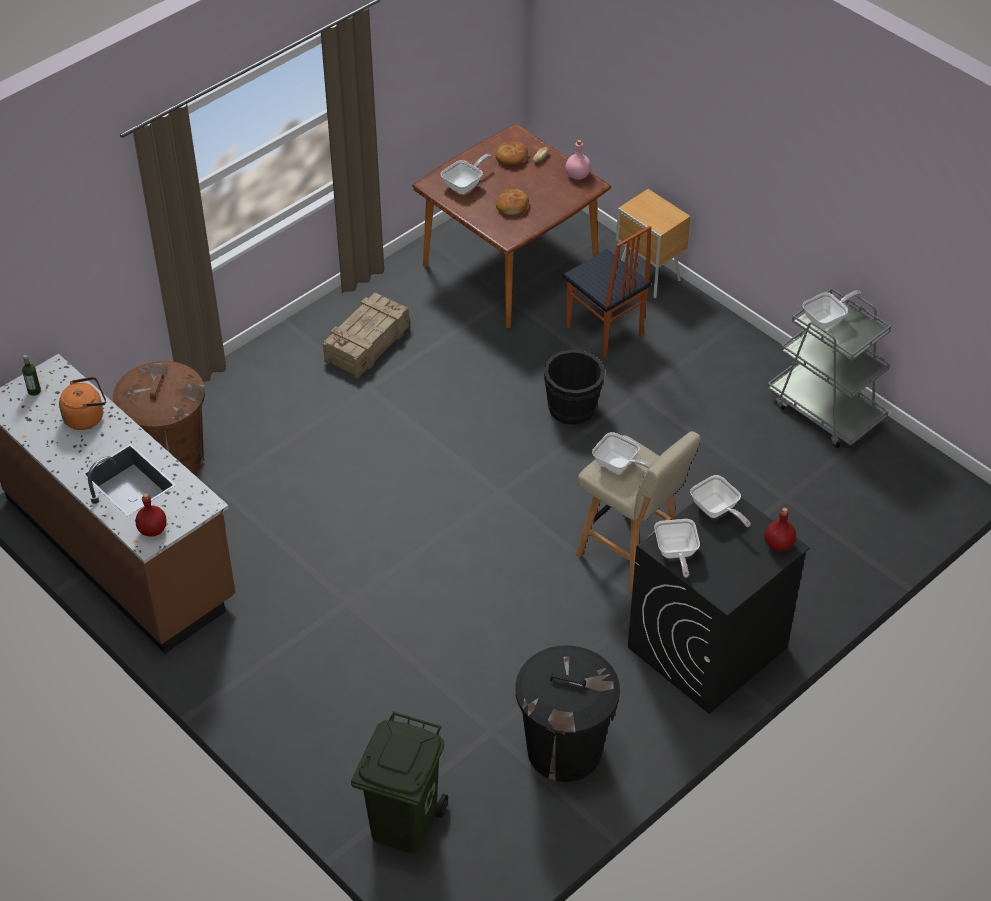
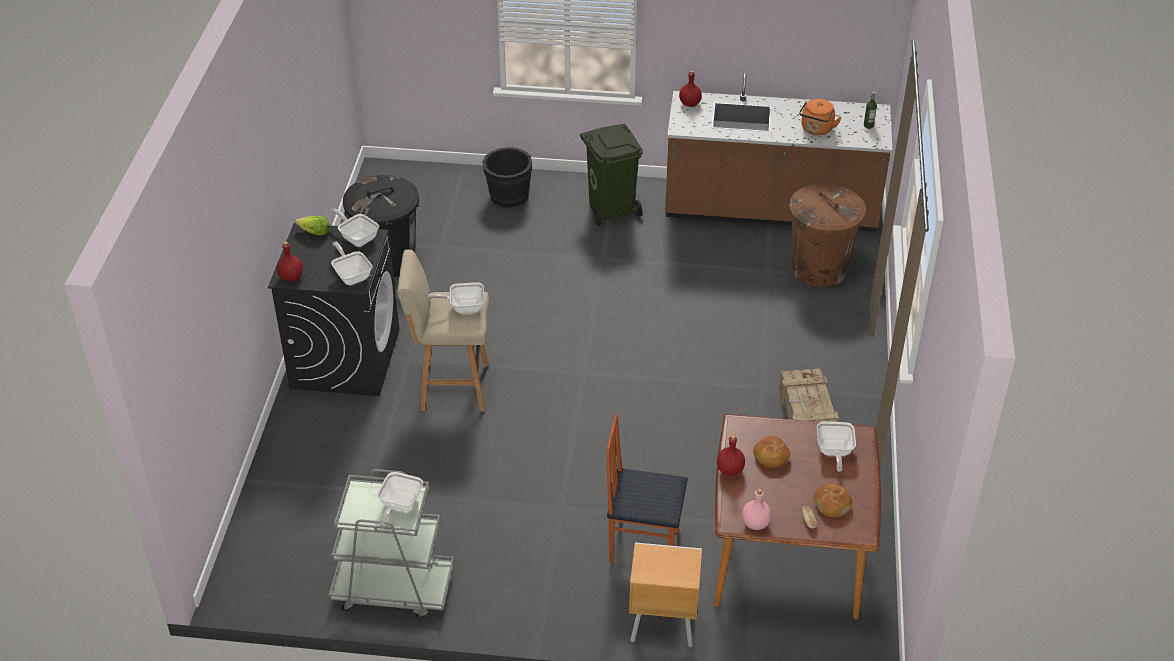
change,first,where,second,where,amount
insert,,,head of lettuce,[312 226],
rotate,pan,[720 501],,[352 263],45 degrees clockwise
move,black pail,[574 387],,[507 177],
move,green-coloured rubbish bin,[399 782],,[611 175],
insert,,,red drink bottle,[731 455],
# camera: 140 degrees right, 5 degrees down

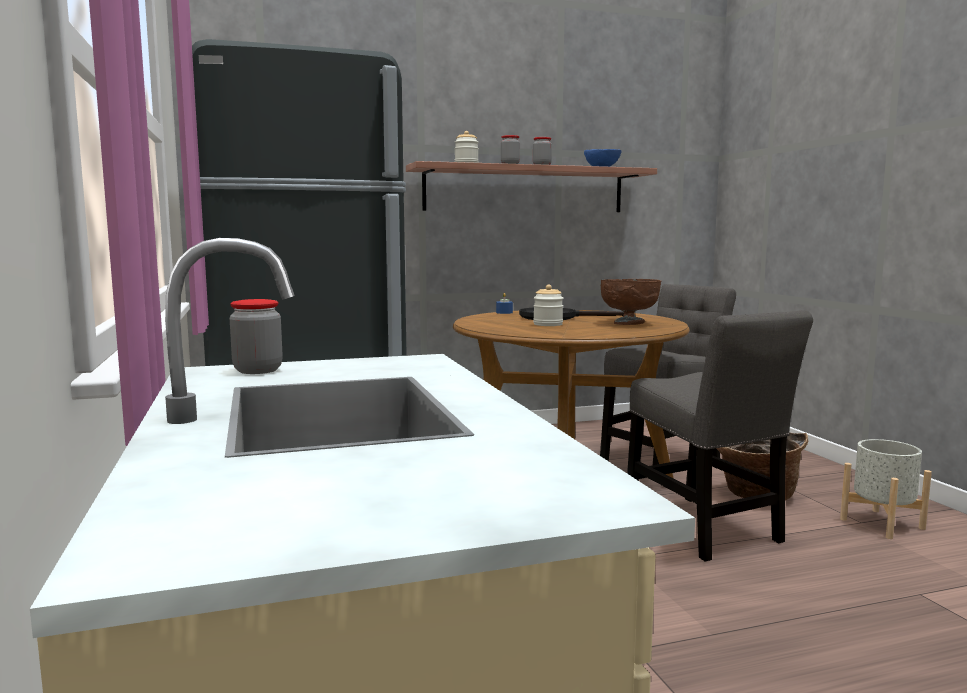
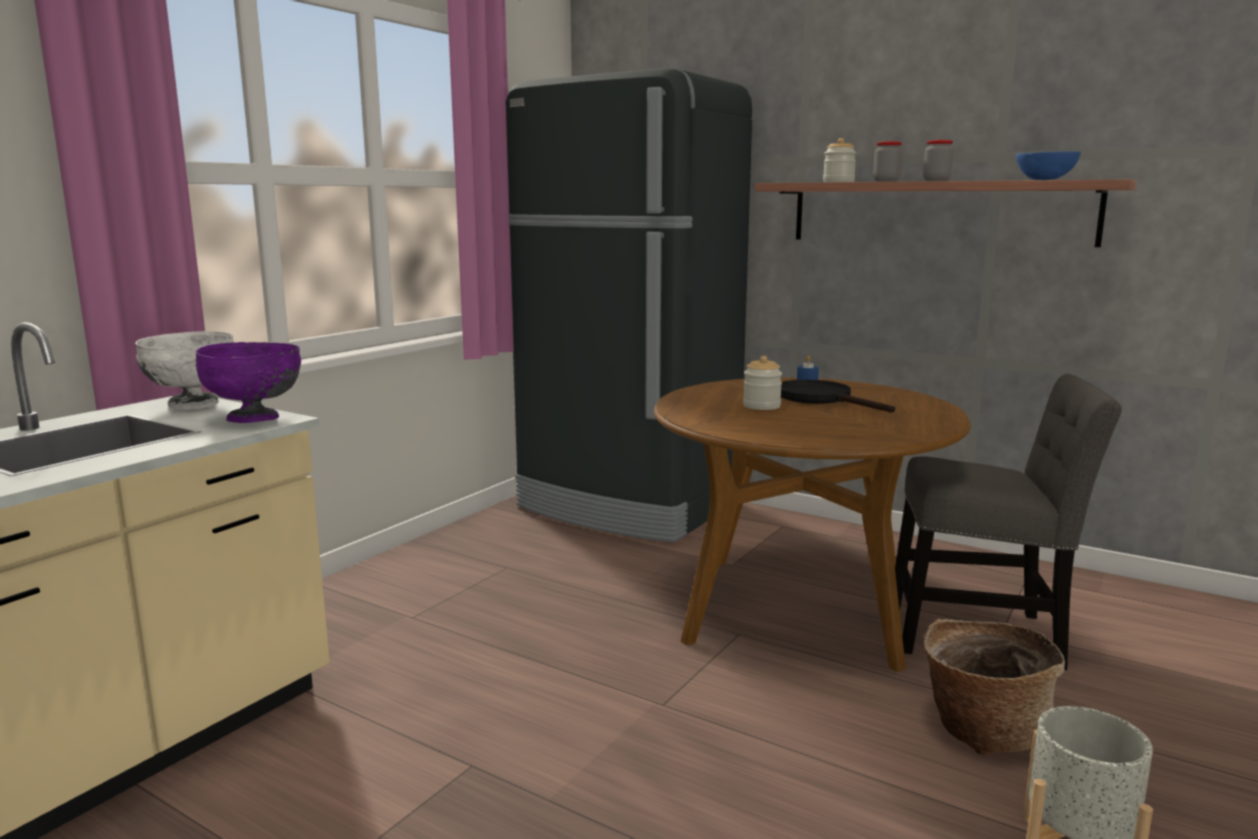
change,first,where,second,where,amount
replace,storage jar,[256 336],white serving bowl,[184 370],
insert,,,purple serving bowl,[248 382],
delete,brownish serving bowl,[631 302],,,
delete,grey plain chair,[720 436],,,
# camera: 50 degrees right, 5 degrees up

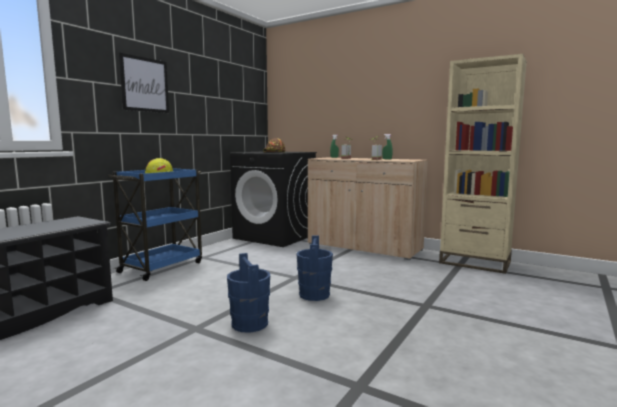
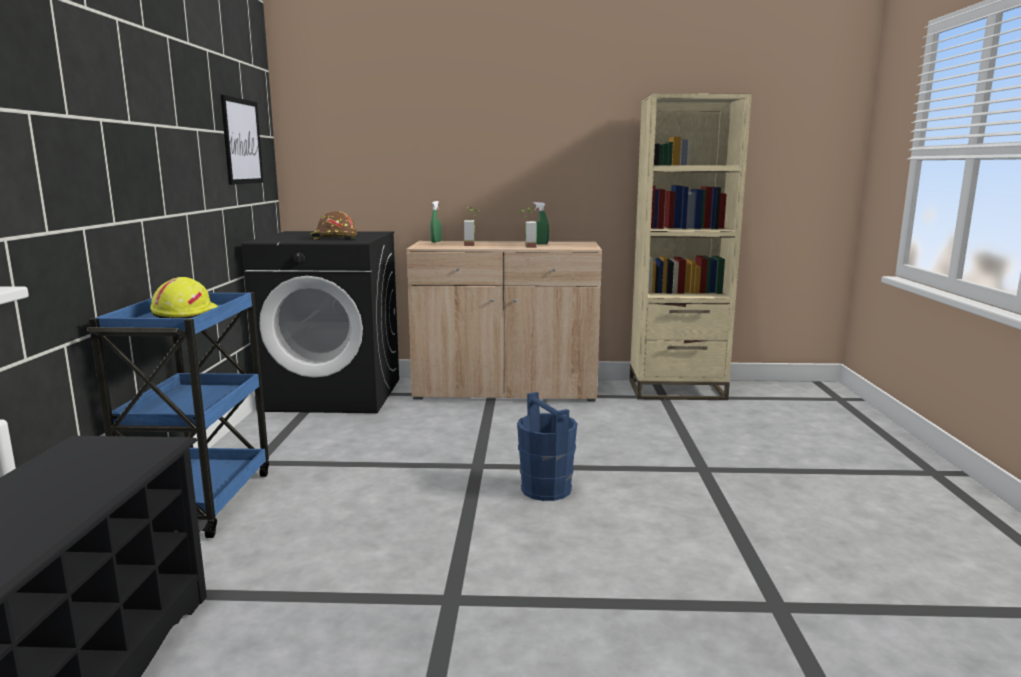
change,first,where,second,where,amount
move,picture,[144 83],,[242 140],
delete,blue pail,[248 293],,,
# camera: 30 degrees left, 5 degrees up

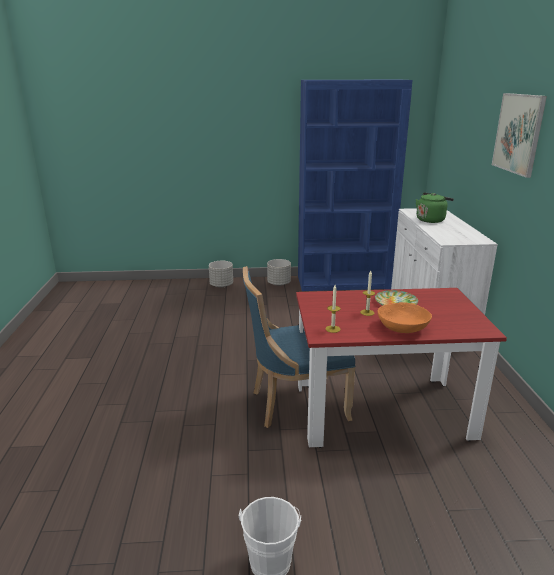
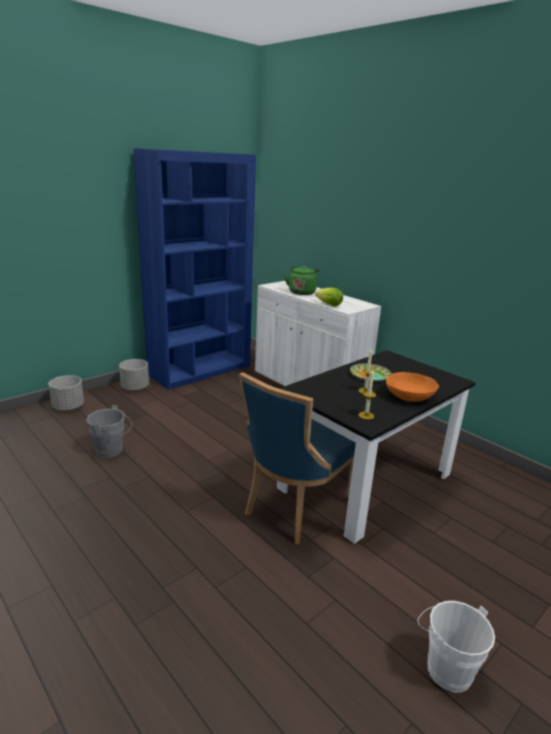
change,first,where,second,where,amount
insert,,,grey pail,[109 431],
recolor,red dinner table,[401 368],black dinner table,[376 447],
insert,,,head of lettuce,[329 296],
delete,picture,[519 135],,,
# camera: 40 degrees left, 0 degrees up

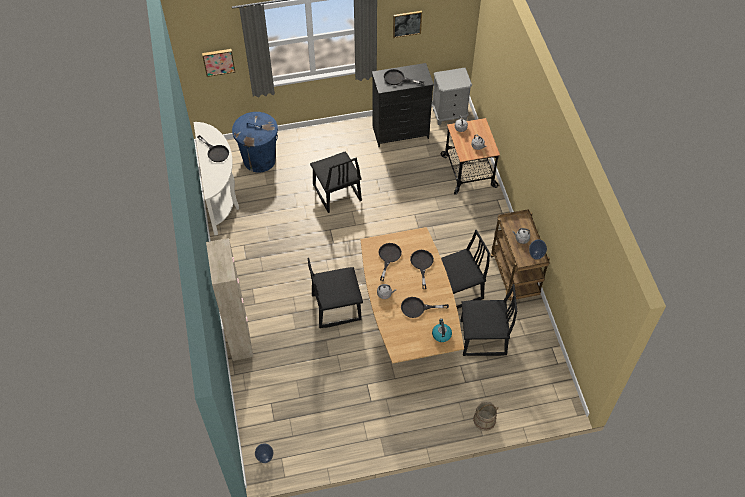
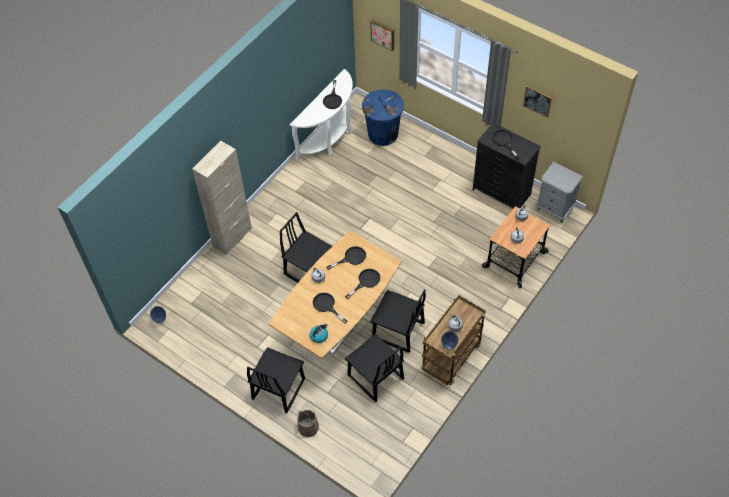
change,first,where,second,where,amount
move,black plain chair,[336 182],,[276 380],
# camera: 50 degrees right, 0 degrees up

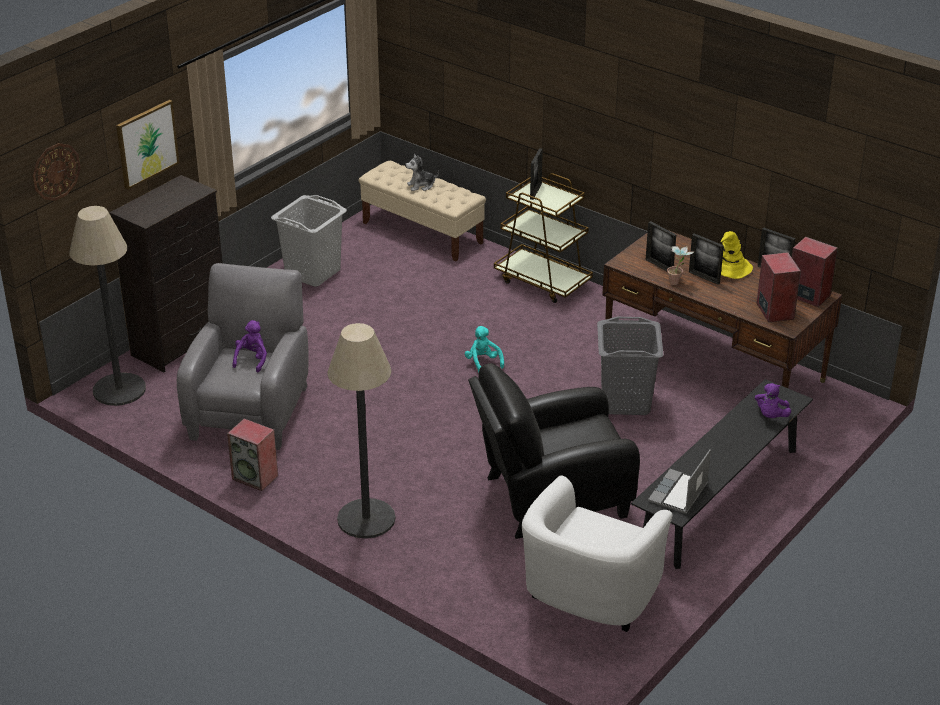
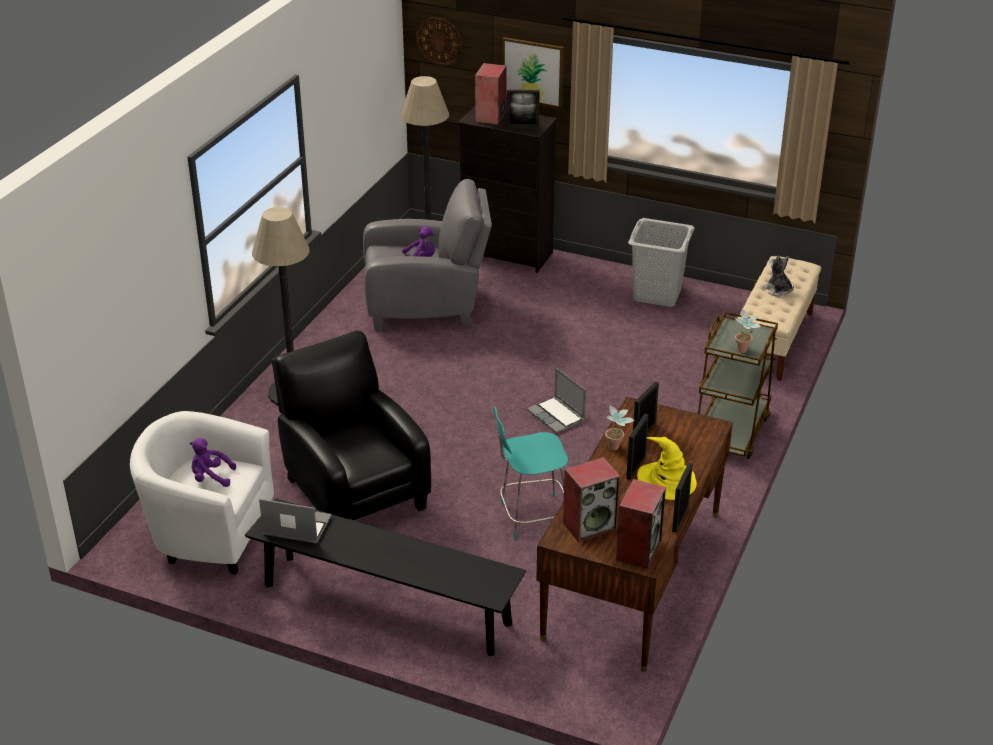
change,first,where,second,where,amount
move,purple soft toy,[773 400],,[213 462],
move,speaker,[252 455],,[491 94],
replace,grey hamper,[630 366],turquoise-coloured plain chair,[530 473],
move,standing frame,[536 174],,[523 109],
replace,turquoise-coloured soft toy,[484 349],notebook computer,[556 400],
insert,,,houseplant,[748 331],
# camera: 75 degrees right, 0 degrees up

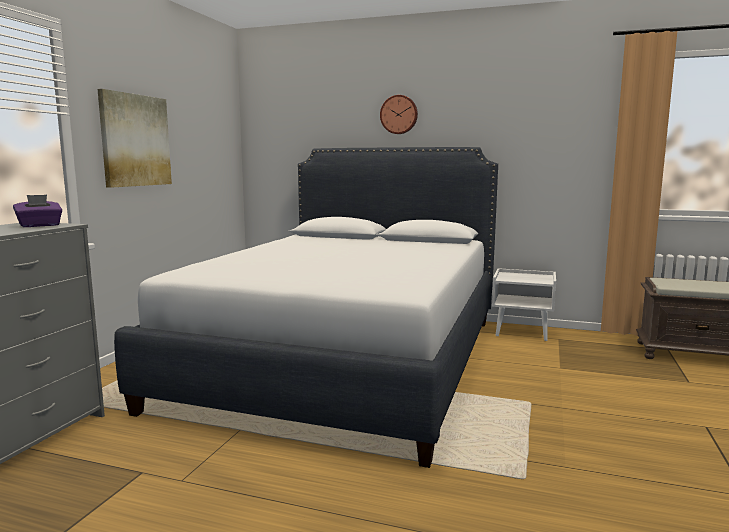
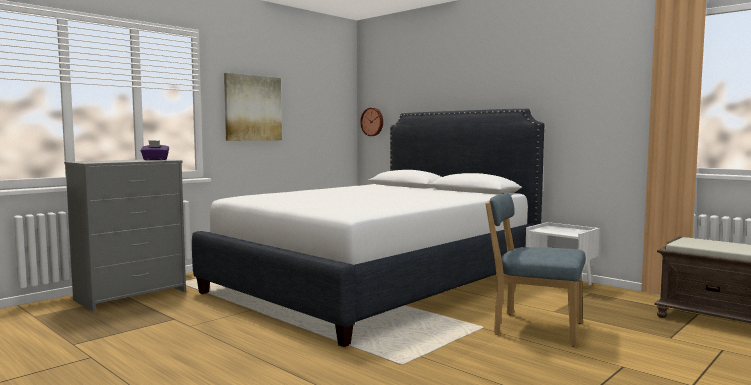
change,first,where,second,where,amount
move,hanging clock,[399 114],,[371 122],
insert,,,blue plain chair,[535 269],
# camera: 25 degrees right, 5 degrees down

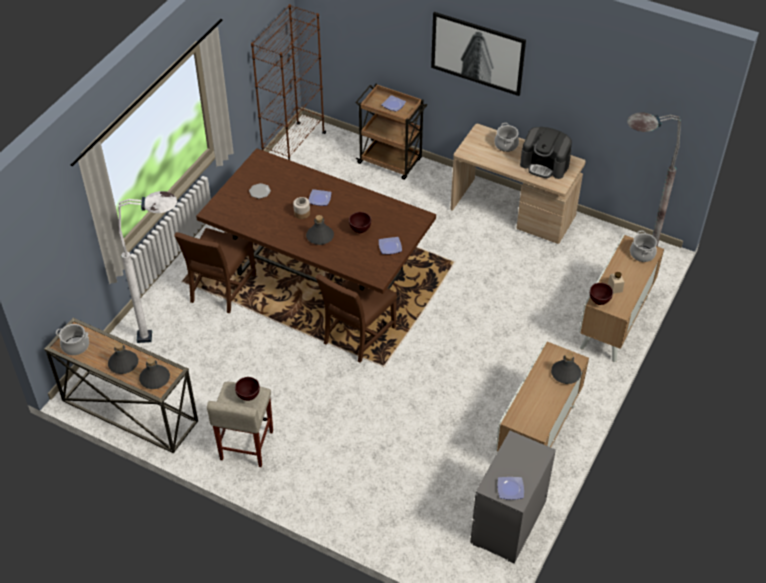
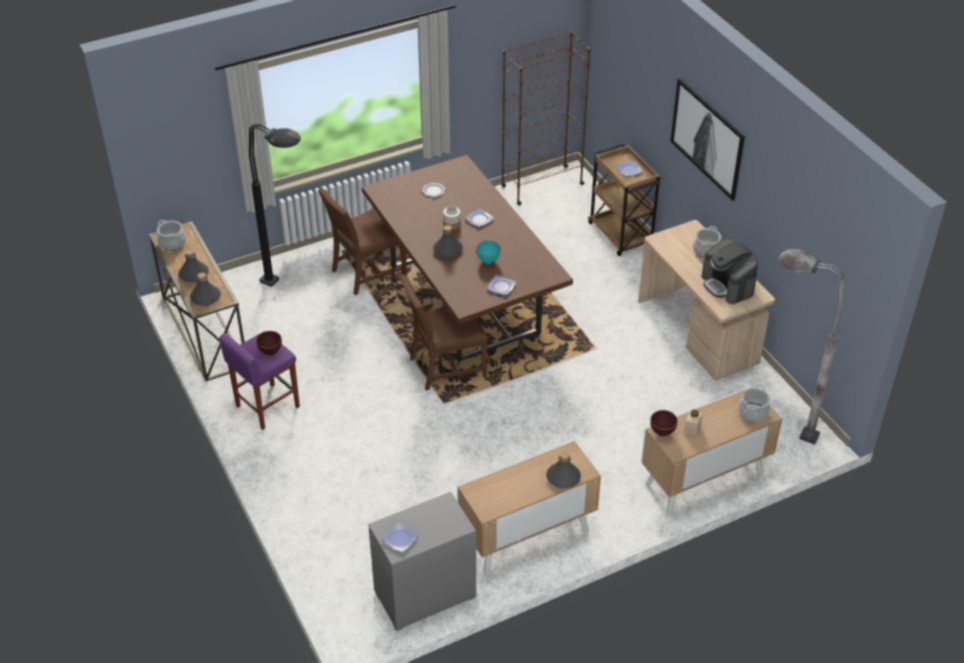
change,first,where,second,where,amount
recolor,sand-coloured sitting stool,[240 424],purple sitting stool,[259 381],
recolor,white floor lamp,[148 267],black floor lamp,[275 205],
recolor,brownish serving bowl,[360 223],turquoise-coloured serving bowl,[488 252],
# camera: 35 degrees right, 5 degrees down

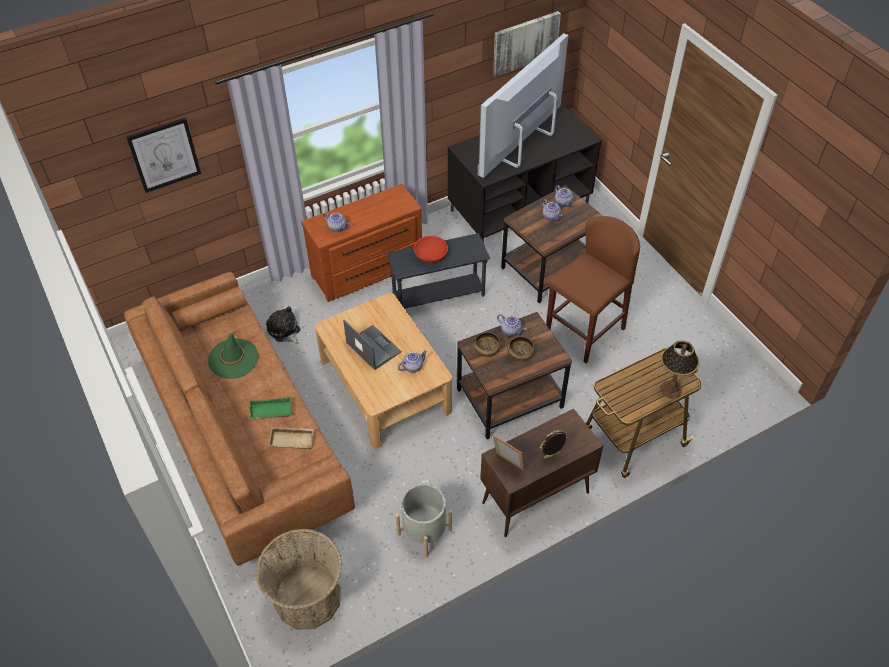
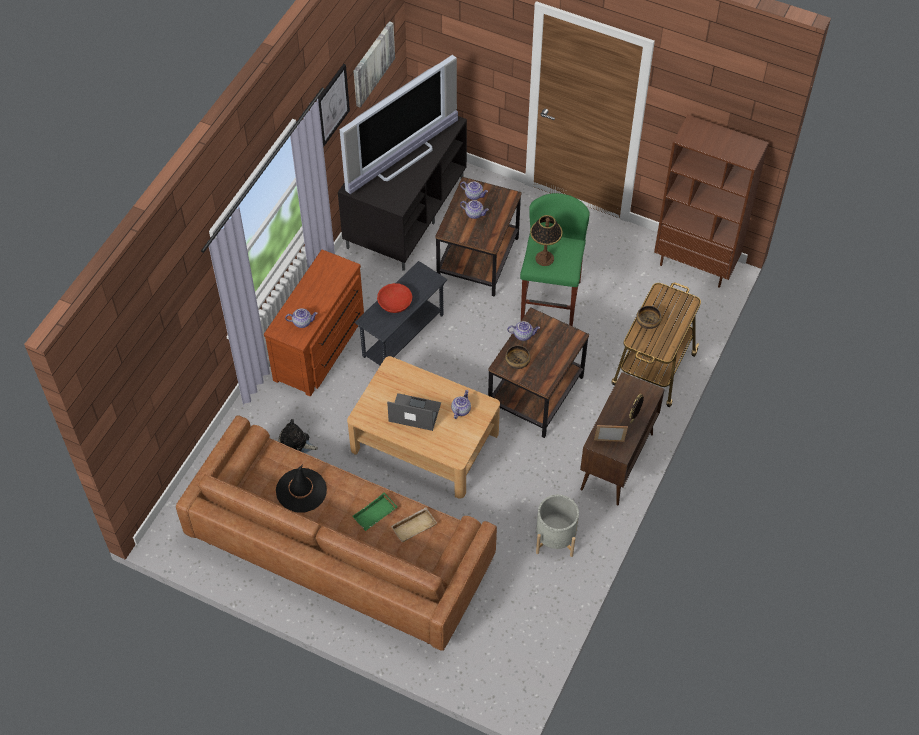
change,first,where,second,where,amount
recolor,green-coloured clothing hat,[233 355],black clothing hat,[301 488],
move,picture,[163 155],,[334 105],
rotate,TV,[523 105],,[399 124],135 degrees counterclockwise
recolor,brownish sitting stool,[593 289],green-coloured sitting stool,[555 259],
move,tabletop lamp,[679 369],,[546 240],
move,serving bowl,[521 348],,[649 317],
insert,,,brownish shelving unit,[711 201],
delete,storage basket,[299 579],,,
# camera: 35 degrees left, 5 degrees up

